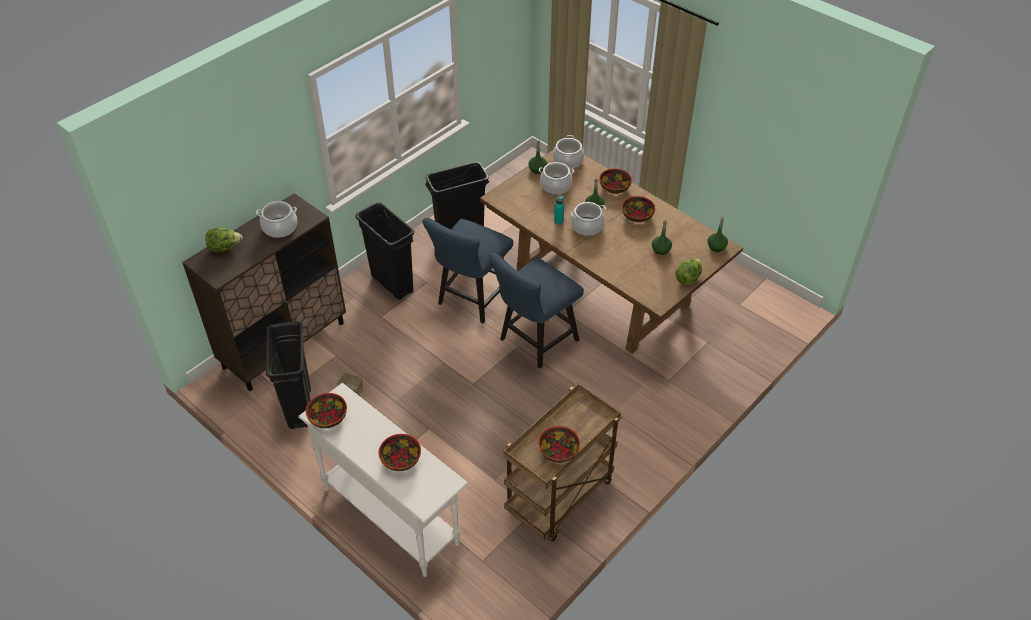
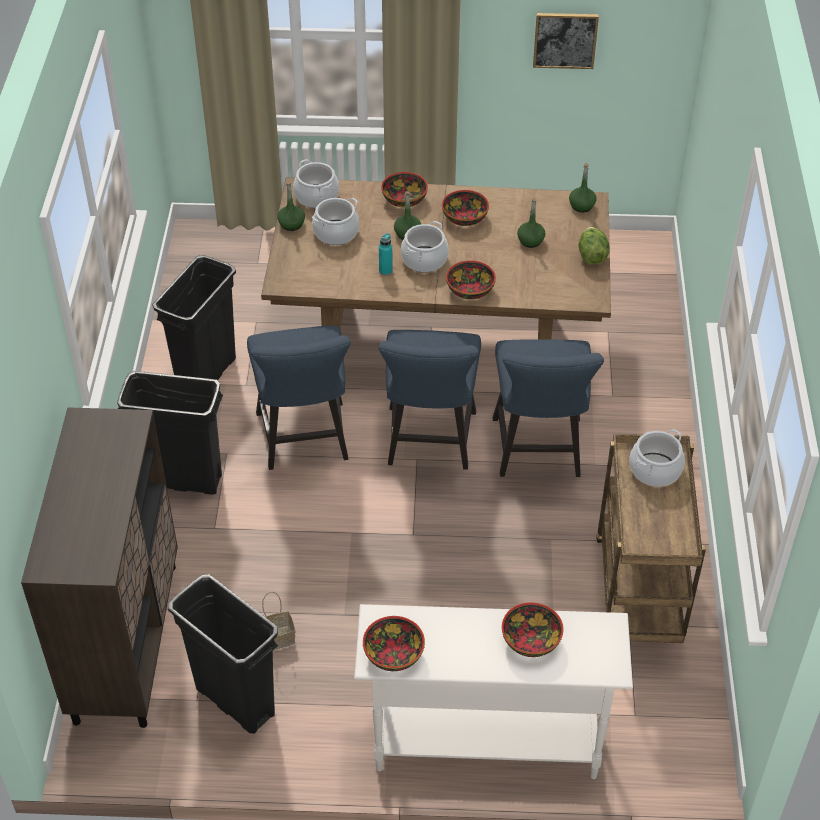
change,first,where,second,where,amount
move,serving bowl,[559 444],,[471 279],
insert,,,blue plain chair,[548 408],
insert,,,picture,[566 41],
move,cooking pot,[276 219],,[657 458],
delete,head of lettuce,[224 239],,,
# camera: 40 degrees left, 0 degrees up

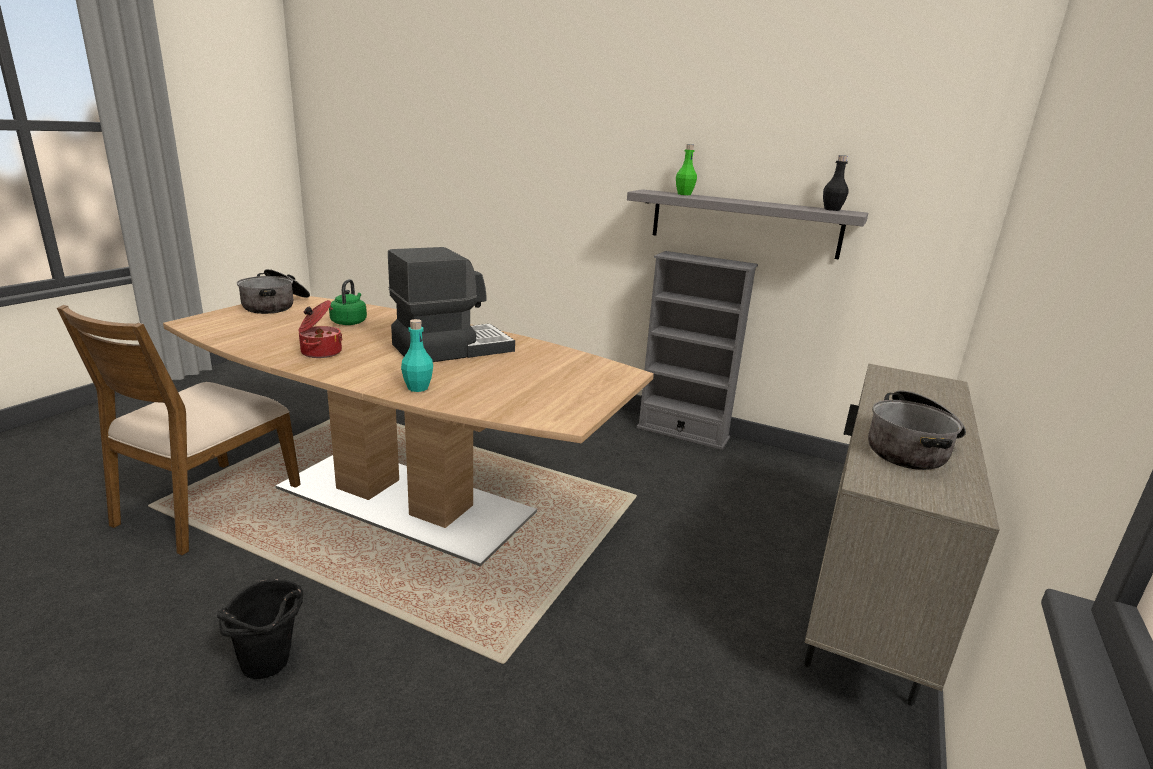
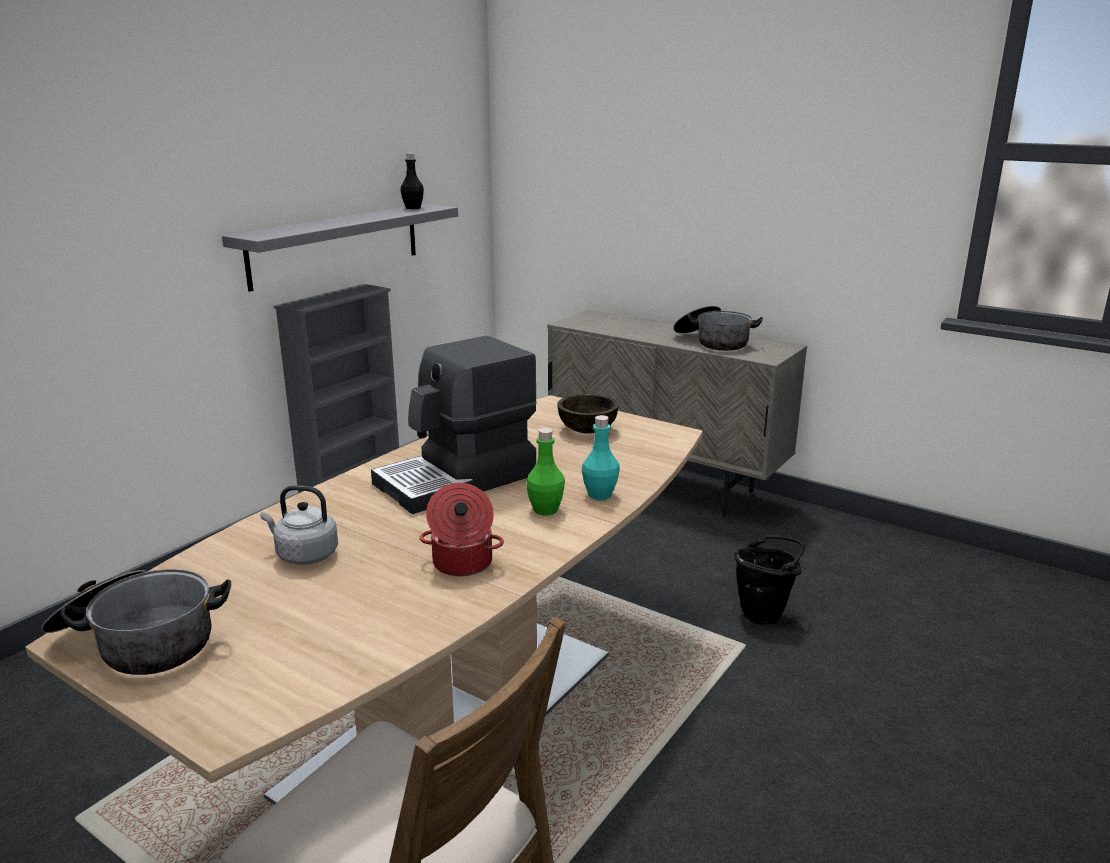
change,first,where,second,where,amount
recolor,green-coloured kettle,[348 302],grey kettle,[299 525],
rotate,coffee brewer,[451 304],,[454 425],105 degrees counterclockwise
move,green-coloured drink bottle,[686 169],,[545 472],
insert,,,brownish serving bowl,[588 413],
move,black pail,[260 629],,[770 579],
# camera: 80 degrees left, 0 degrees up

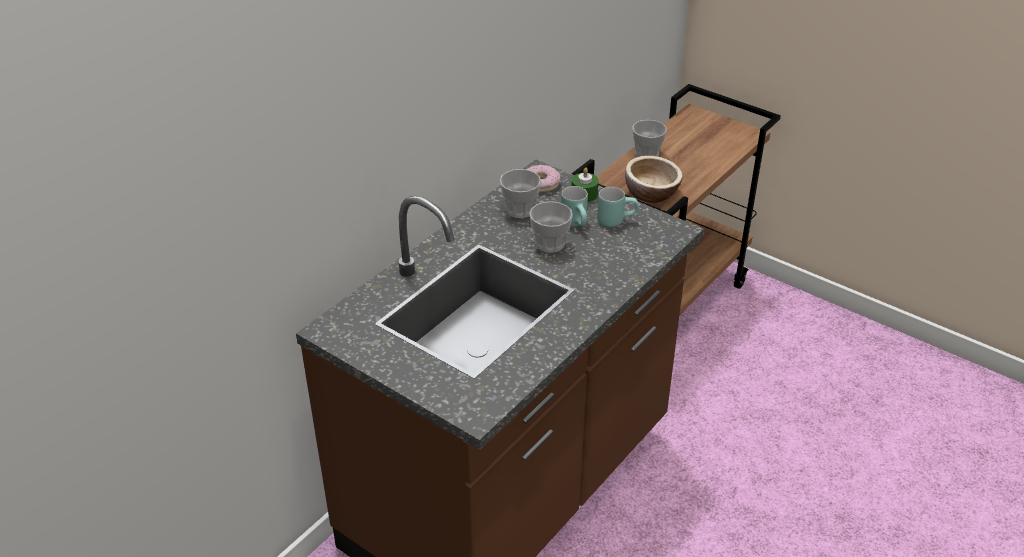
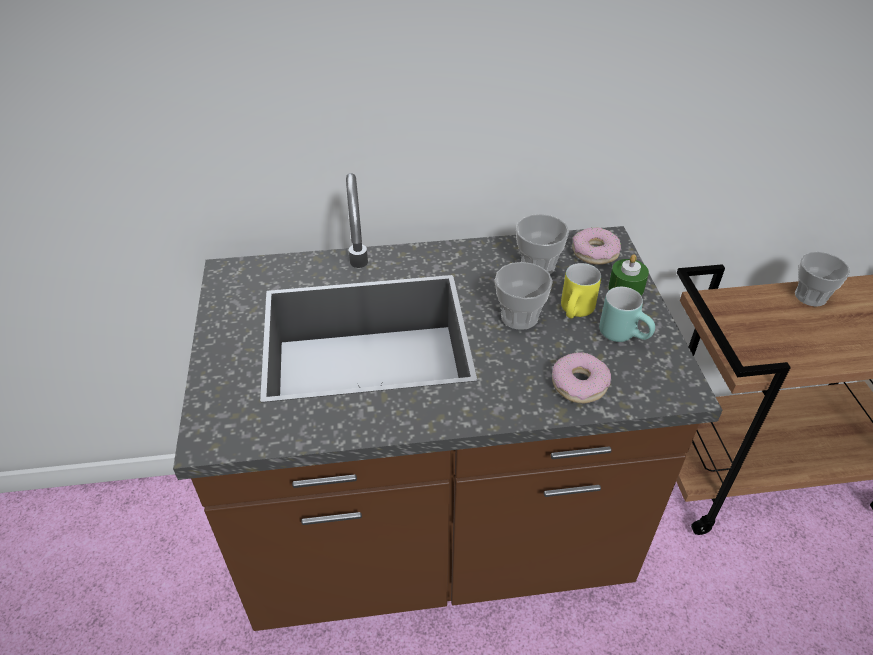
change,first,where,second,where,amount
insert,,,donut,[581 377],
recolor,turquoise-coloured mug,[574 206],yellow-coloured mug,[581 291],
delete,serving bowl,[654 179],,,
# camera: 45 degrees right, 5 degrees up

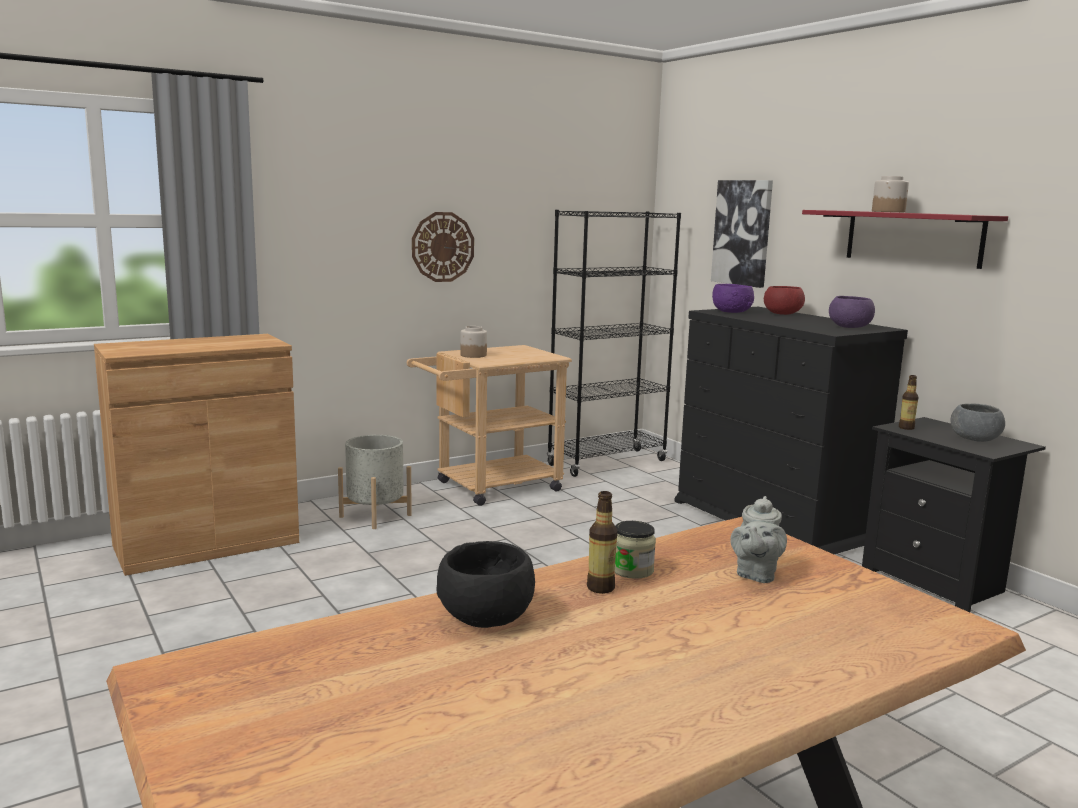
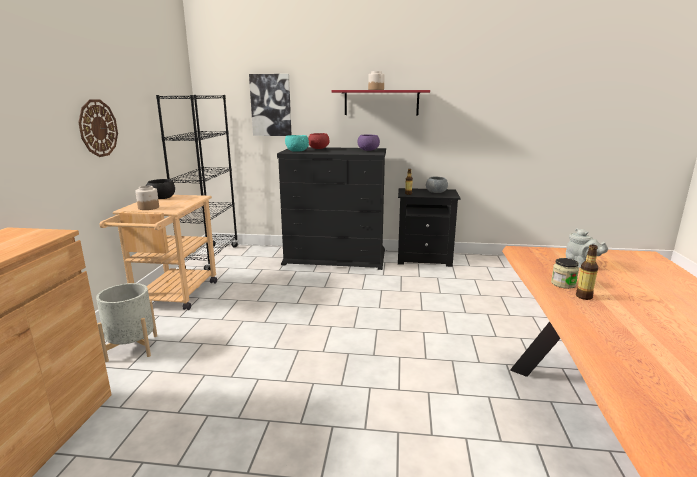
change,first,where,second,where,amount
move,black serving bowl,[485 584],,[160 189],
recolor,purple serving bowl,[733 298],turquoise-coloured serving bowl,[297 143],
# camera: 50 degrees left, 5 degrees up

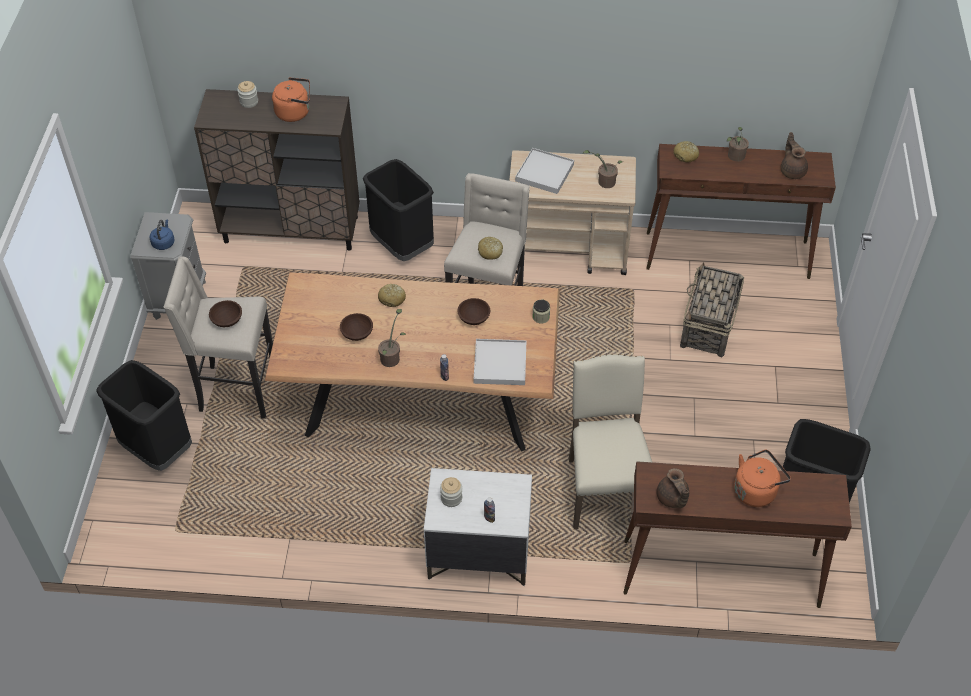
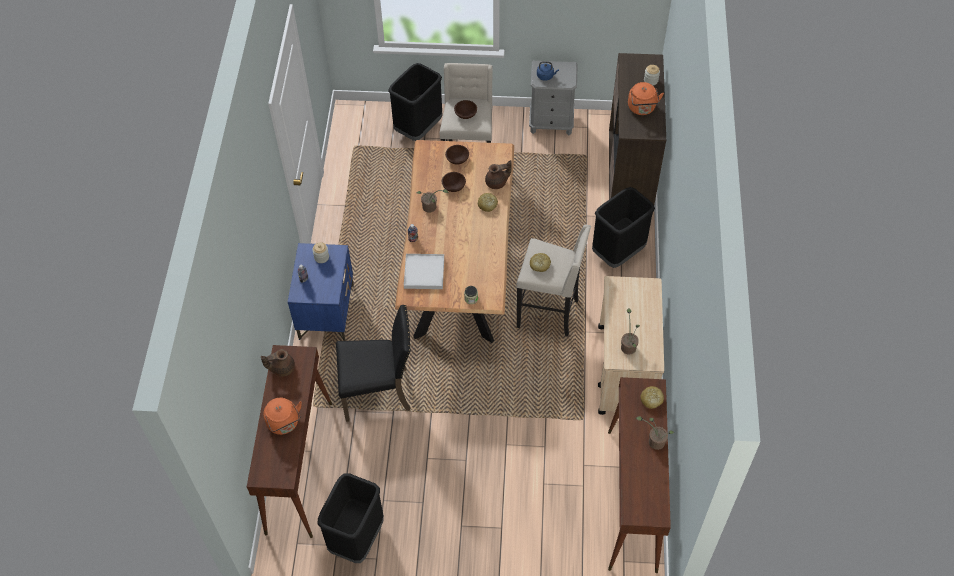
change,first,where,second,where,amount
recolor,white bedside table,[478 527],blue bedside table,[321 292],
recolor,sand-coloured plain chair,[610 441],black plain chair,[373 363],
move,brownish serving bowl,[473 311],,[457 154],
move,brownish teapot,[794 155],,[498 174],
delete,white serving tray,[544 171],,,
delete,storage basket,[712 309],,,
# camera: 90 degrees right, 5 degrees up

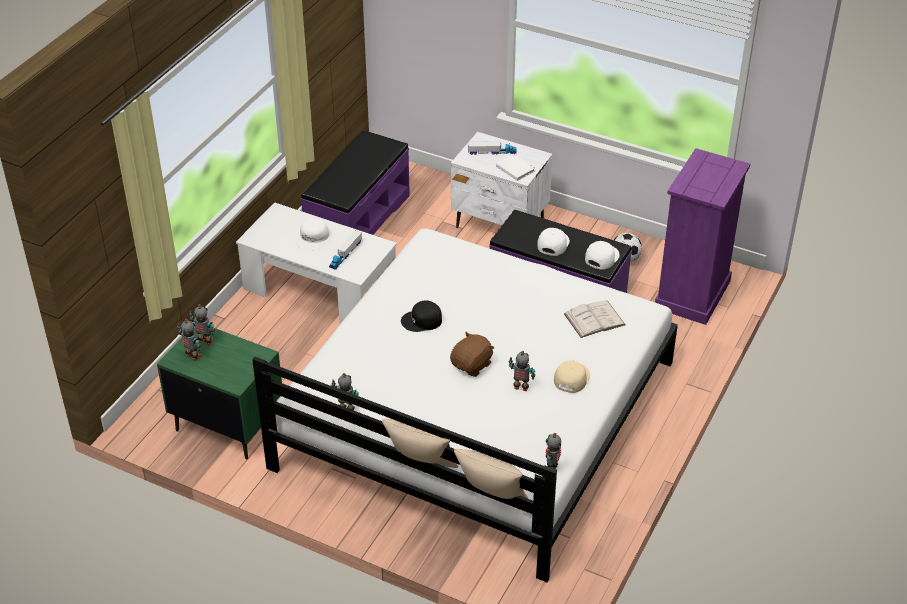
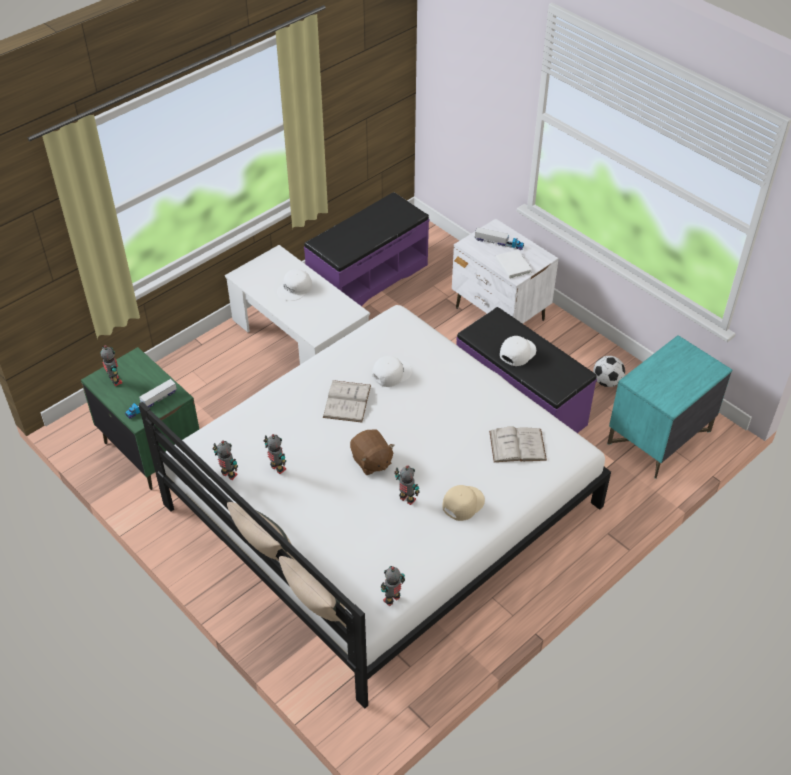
change,first,where,second,where,amount
move,model truck,[345 250],,[151 399],
move,toy robot,[202 325],,[275 454],
replace,black baseball cap,[421 316],white bound book,[347 401],
rotate,brownish soft toy,[472 354],,[372 452],90 degrees clockwise
move,white baseball cap,[602 255],,[392 371],
replace,purple drawer chest,[702 236],turquoise-coloured bedside table,[669 407],
# camera: 20 degrees right, 5 degrees up

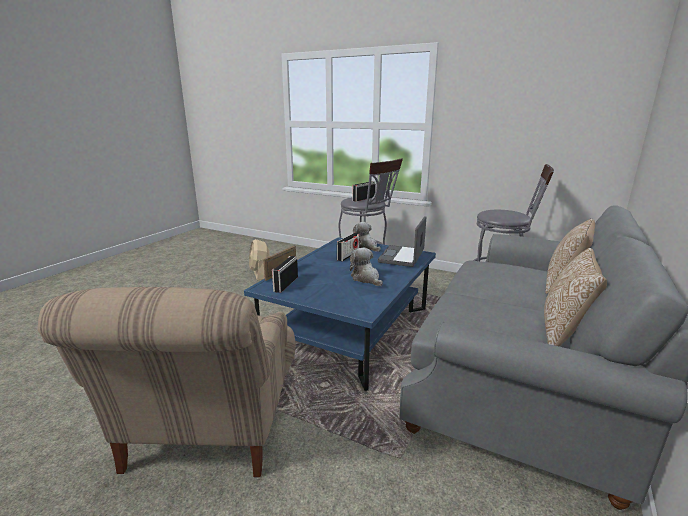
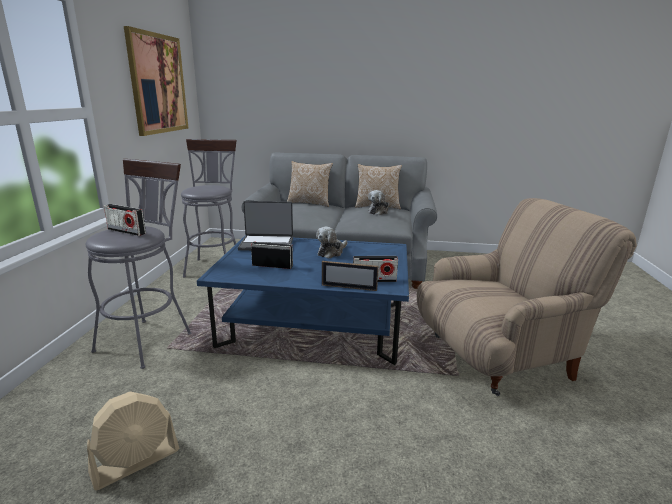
change,first,where,second,where,amount
insert,,,picture,[156 81],
move,soft toy,[367 237],,[378 202],
# camera: 110 degrees left, 0 degrees up

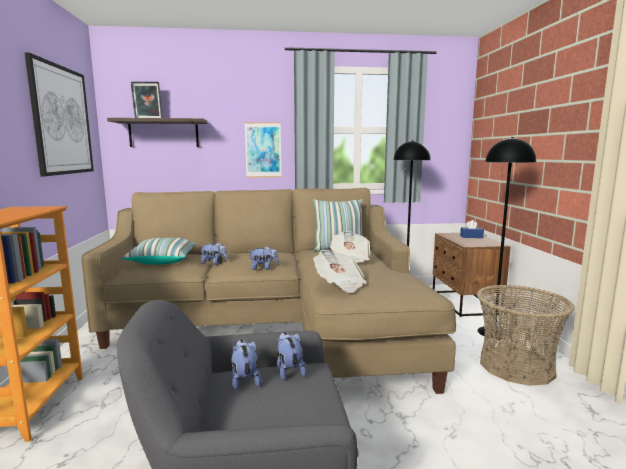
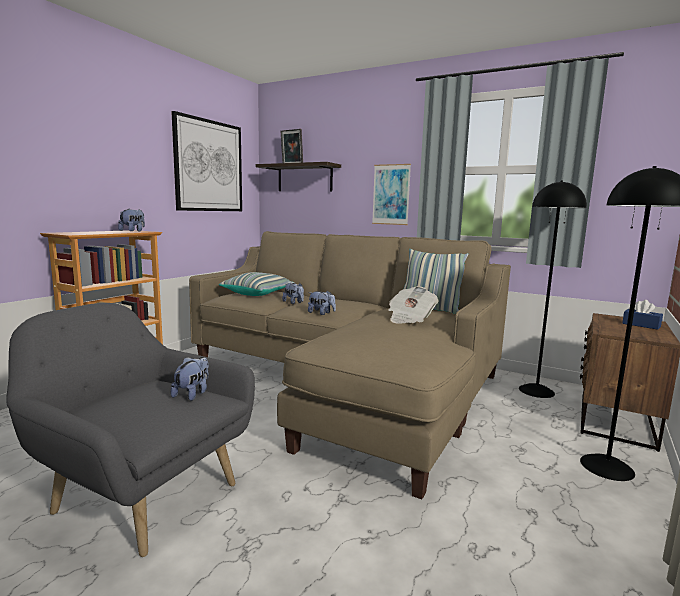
change,first,where,second,where,amount
move,soft toy,[246 365],,[131 220],
delete,printed paper,[340 271],,,
delete,storage basket,[526 335],,,
# camera: 35 degrees right, 0 degrees up

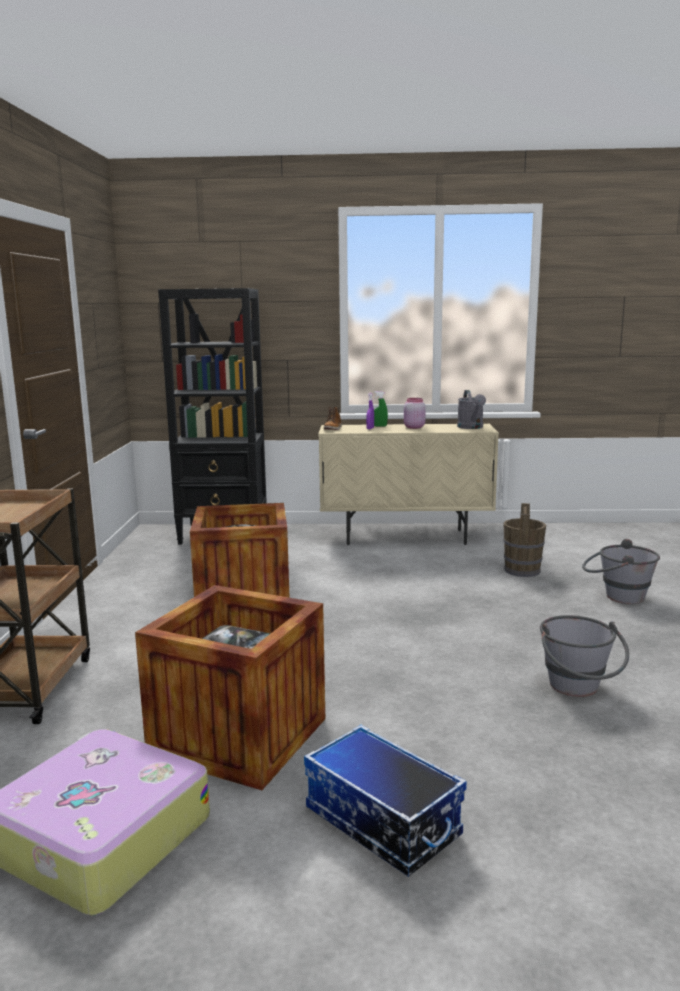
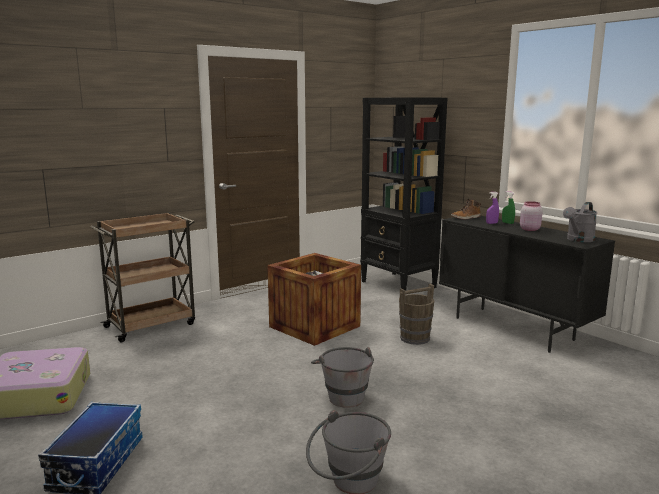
change,first,where,second,where,amount
move,grey pail,[621 571],,[342 377],
move,brownish pail,[524 540],,[416 314],
recolor,sand-coloured cabinet,[408 484],black cabinet,[527 284],
delete,crate,[230 687],,,
# camera: 50 degrees right, 0 degrees up

